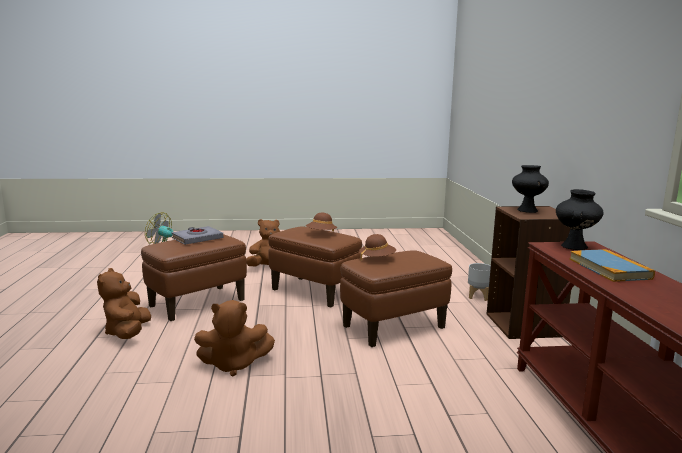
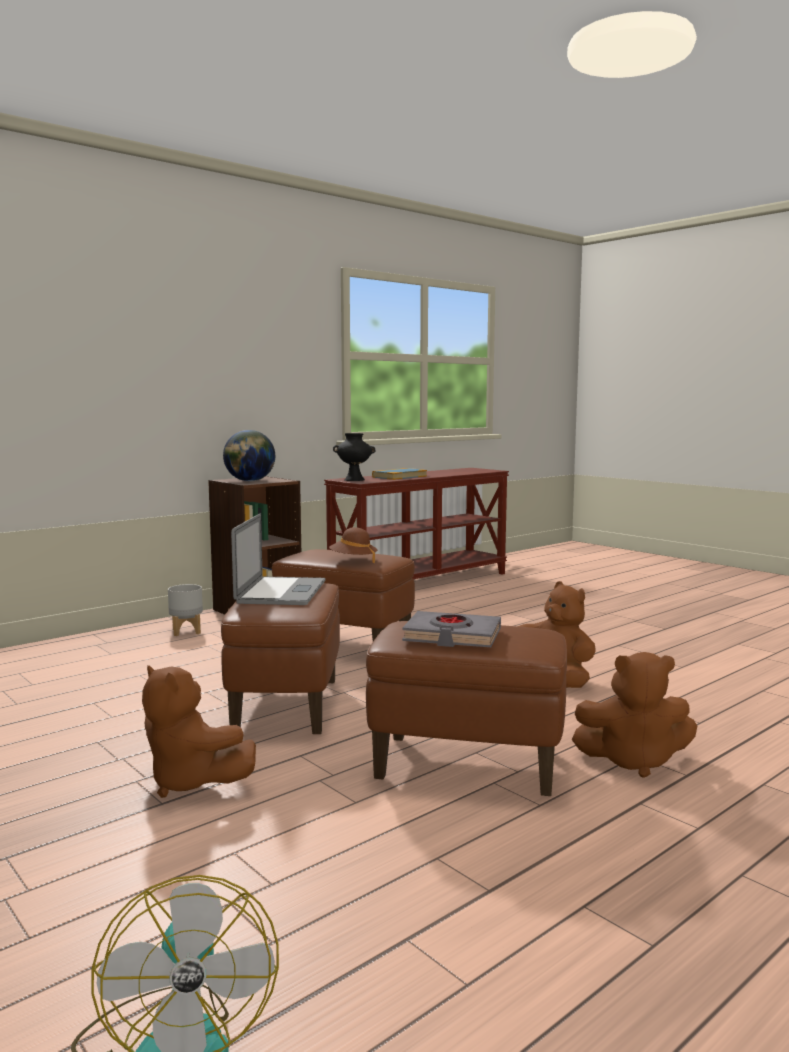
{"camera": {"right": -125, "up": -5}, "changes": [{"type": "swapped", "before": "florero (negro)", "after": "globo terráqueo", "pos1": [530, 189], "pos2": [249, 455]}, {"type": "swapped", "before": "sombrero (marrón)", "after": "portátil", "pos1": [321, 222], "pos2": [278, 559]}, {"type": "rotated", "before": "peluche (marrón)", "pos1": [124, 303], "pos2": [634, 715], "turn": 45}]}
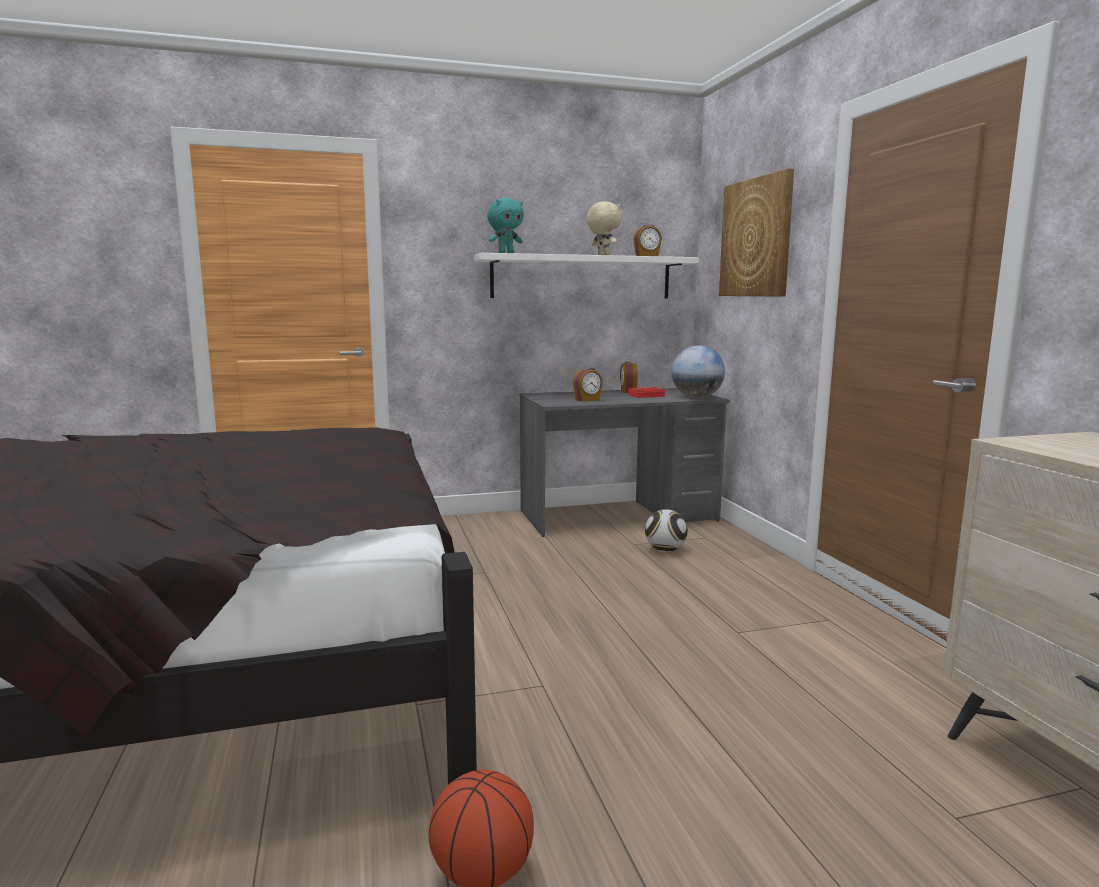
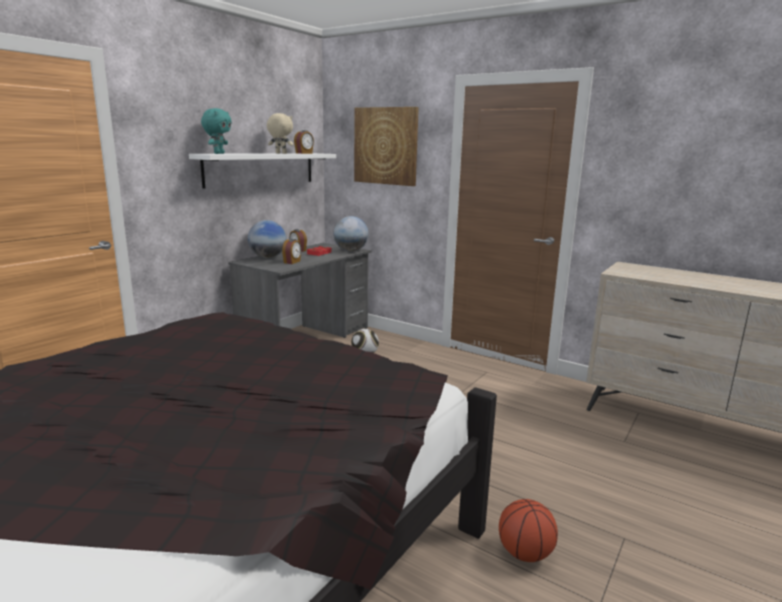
{"camera": {"right": -40, "up": 5}, "changes": [{"type": "new", "after": "globo terráqueo", "pos2": [267, 239]}]}
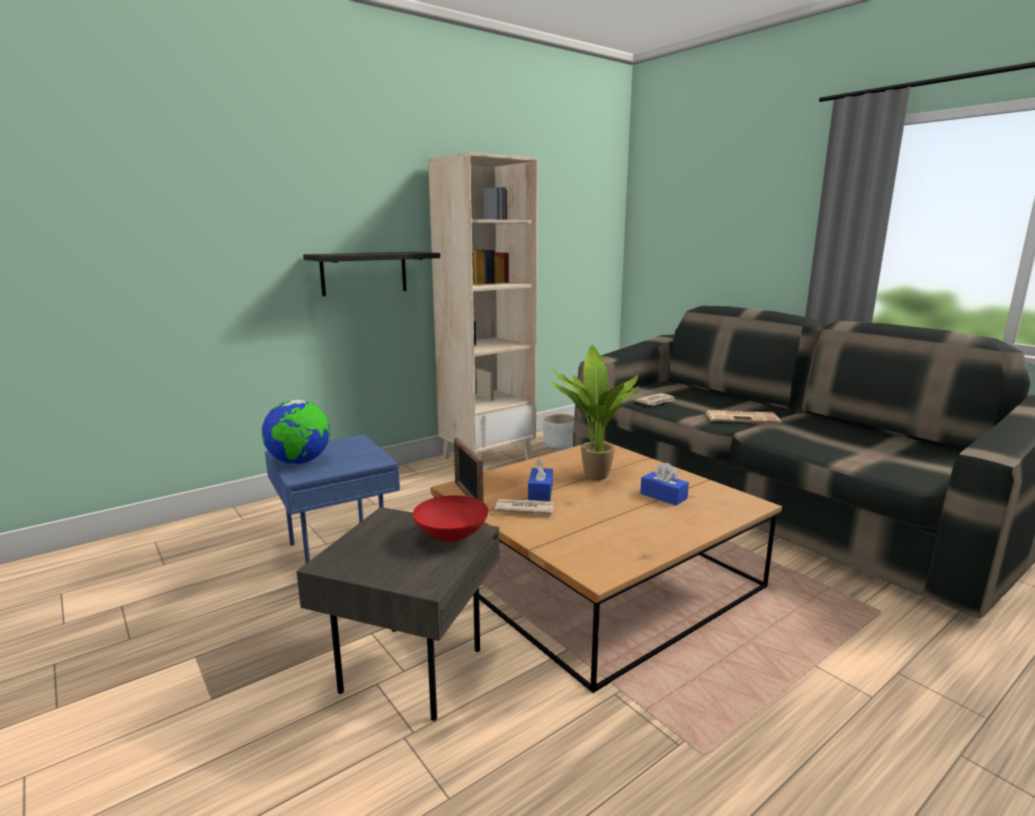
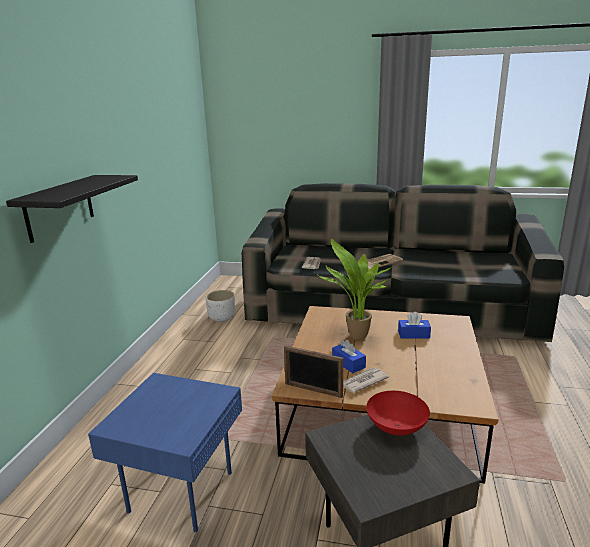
{"camera": {"right": -40, "up": 5}, "changes": [{"type": "gone", "before": "estantería (beis)", "pos1": [483, 306]}, {"type": "gone", "before": "globo terráqueo", "pos1": [296, 432]}]}
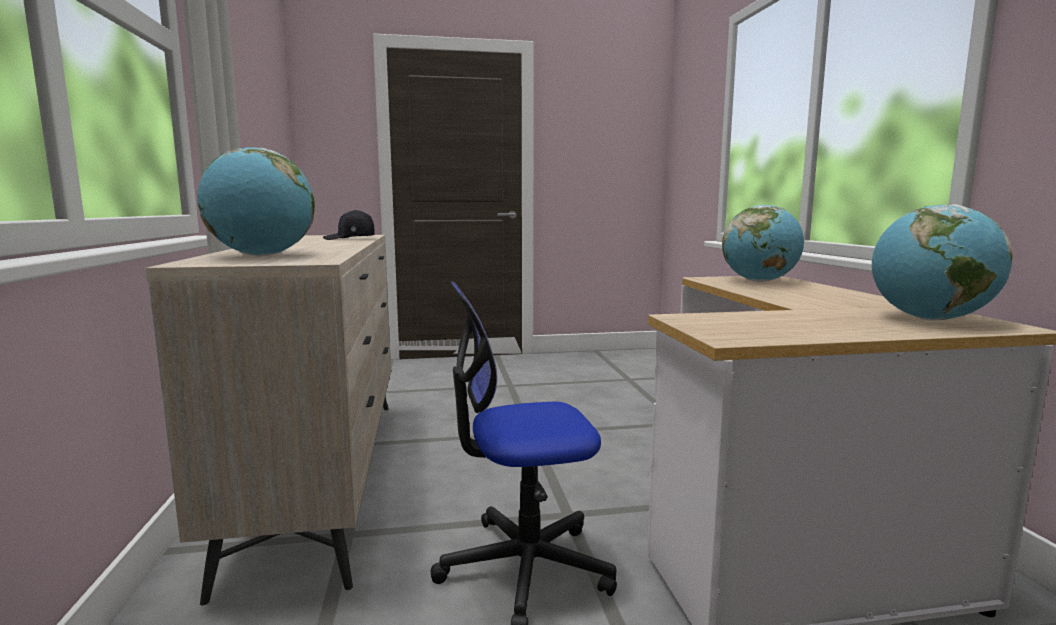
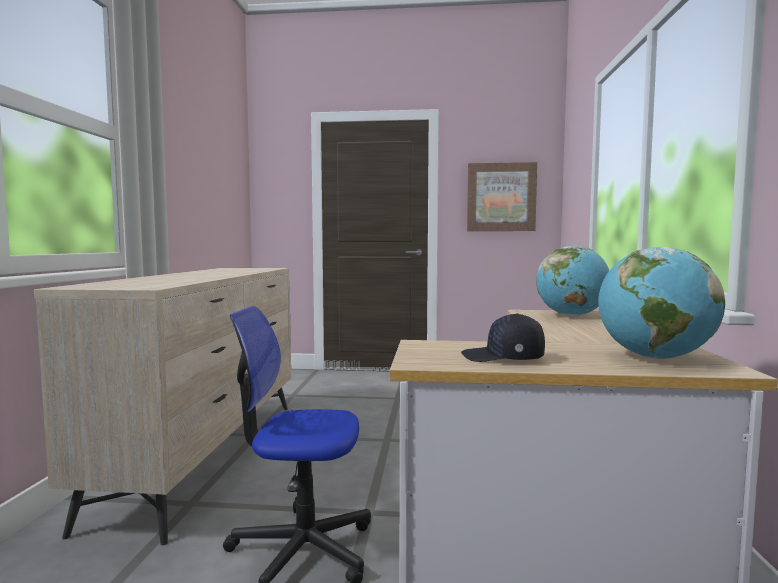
{"camera": {"right": 15, "up": -5}, "changes": [{"type": "gone", "before": "globo terráqueo", "pos1": [256, 201]}, {"type": "shifted", "before": "gorra (negro)", "pos1": [348, 225], "pos2": [503, 337]}, {"type": "new", "after": "cuadro", "pos2": [502, 196]}]}
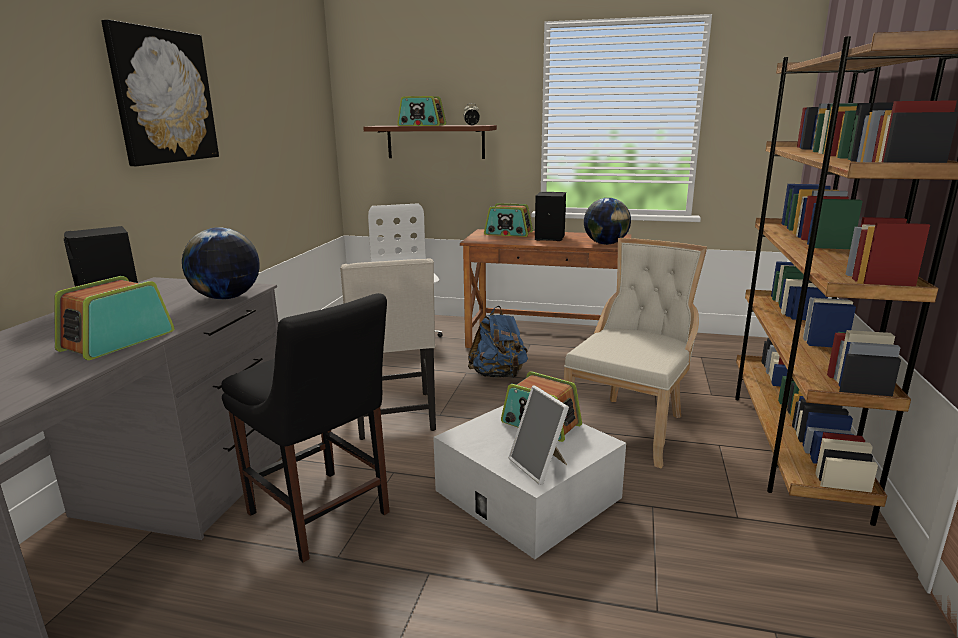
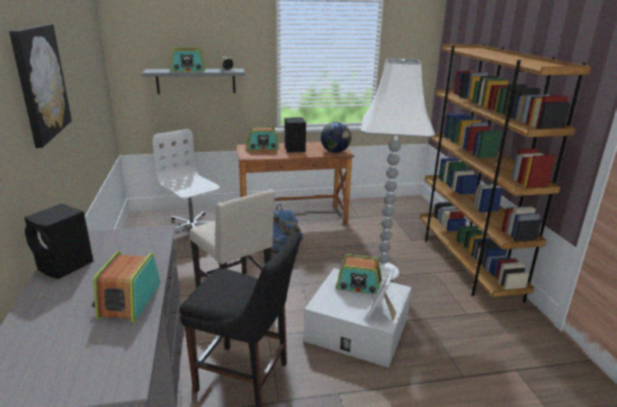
{"camera": {"right": -25, "up": 5}, "changes": [{"type": "repainted", "before": "estante (marrón)", "after": "estante (gris)", "pos1": [430, 142], "pos2": [193, 81]}, {"type": "gone", "before": "globo terráqueo", "pos1": [221, 263]}, {"type": "swapped", "before": "silla (beis)", "after": "lámpara de pie (blanco)", "pos1": [635, 353], "pos2": [398, 169]}, {"type": "rotated", "before": "portarretratos", "pos1": [539, 435], "pos2": [380, 294], "turn": 75}]}
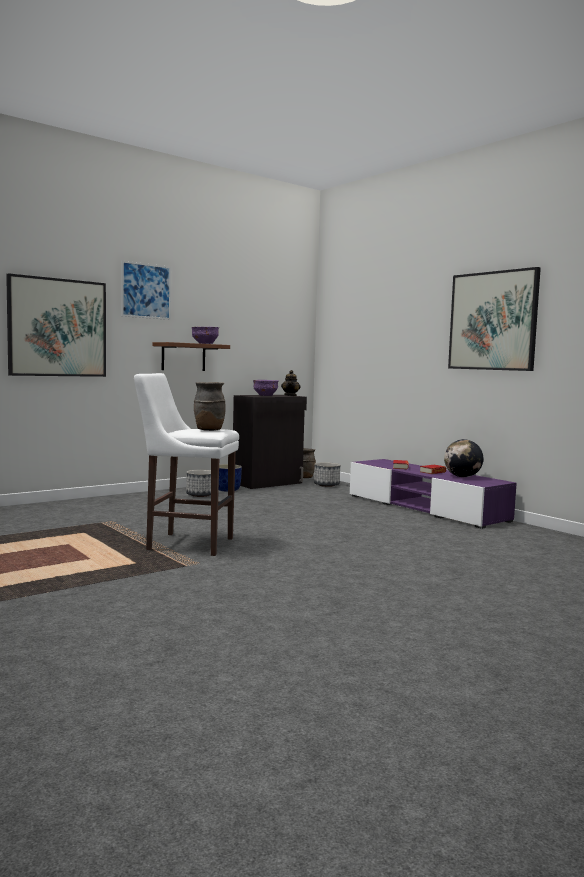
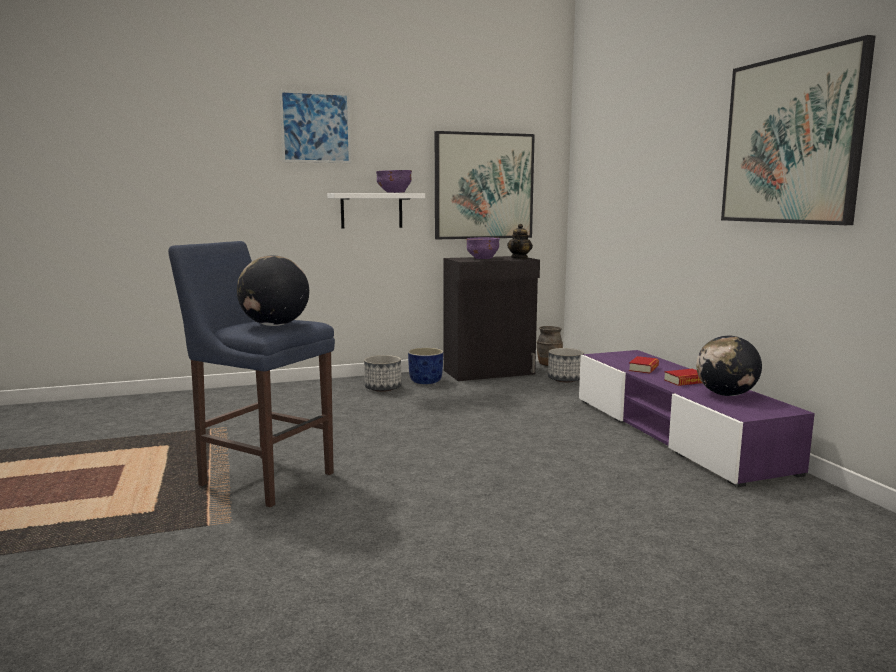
{"camera": {"right": 20, "up": 5}, "changes": [{"type": "shifted", "before": "cuadro", "pos1": [56, 325], "pos2": [485, 185]}, {"type": "repainted", "before": "estante (marrón)", "after": "estante (blanco)", "pos1": [191, 356], "pos2": [376, 211]}, {"type": "repainted", "before": "taburete (blanco)", "after": "taburete (azul)", "pos1": [186, 464], "pos2": [251, 374]}, {"type": "swapped", "before": "florero (marrón)", "after": "globo terráqueo", "pos1": [210, 406], "pos2": [273, 290]}]}
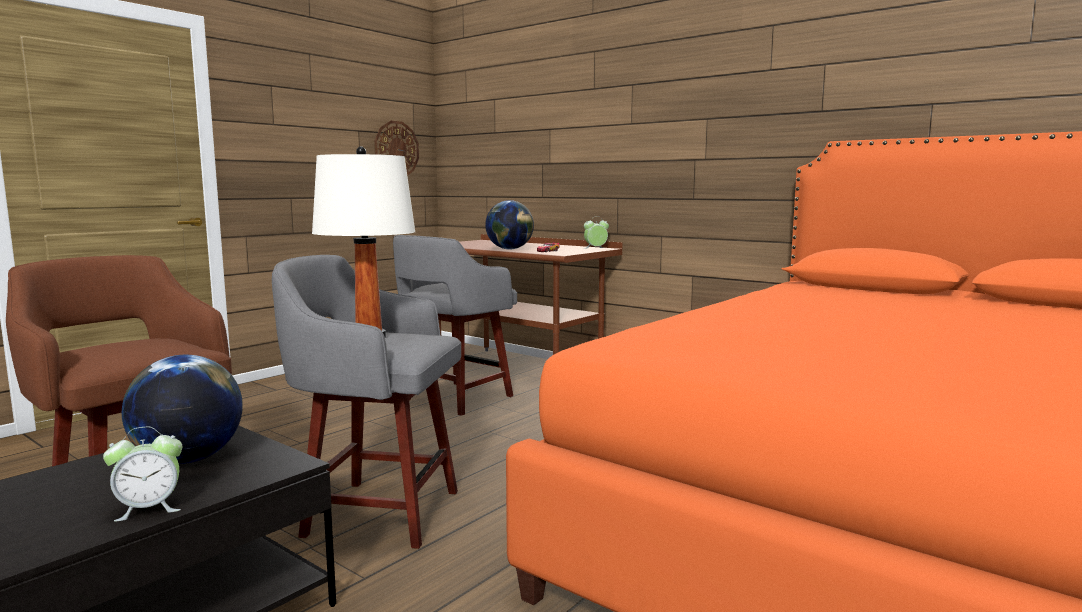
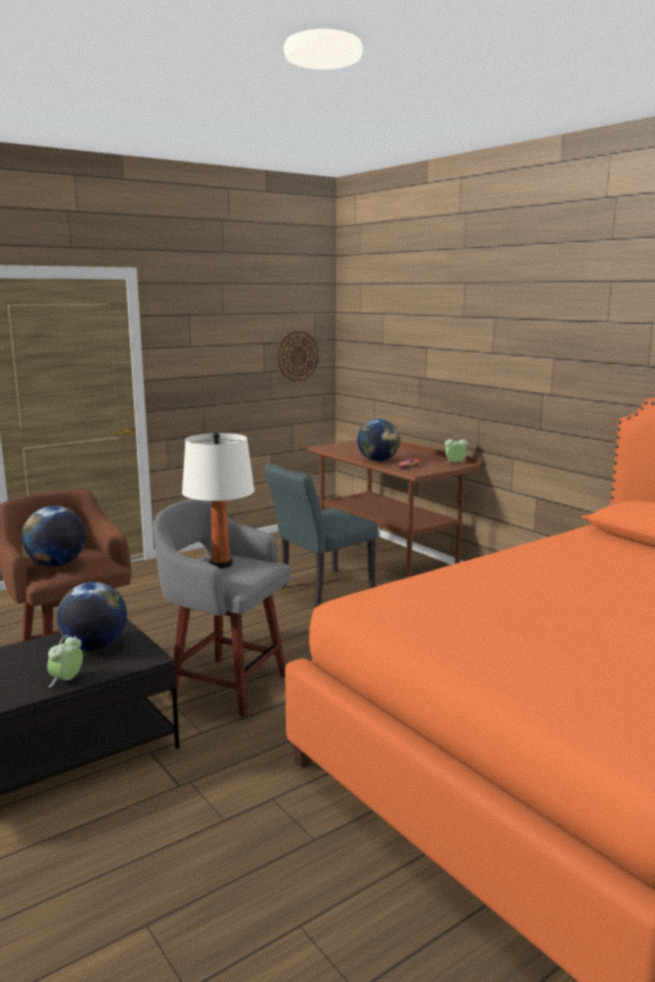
{"camera": {"right": 15, "up": 5}, "changes": [{"type": "swapped", "before": "taburete (gris)", "after": "silla (gris)", "pos1": [455, 325], "pos2": [321, 534]}, {"type": "rotated", "before": "despertador", "pos1": [142, 474], "pos2": [65, 661], "turn": 120}, {"type": "new", "after": "globo terráqueo", "pos2": [54, 536]}]}
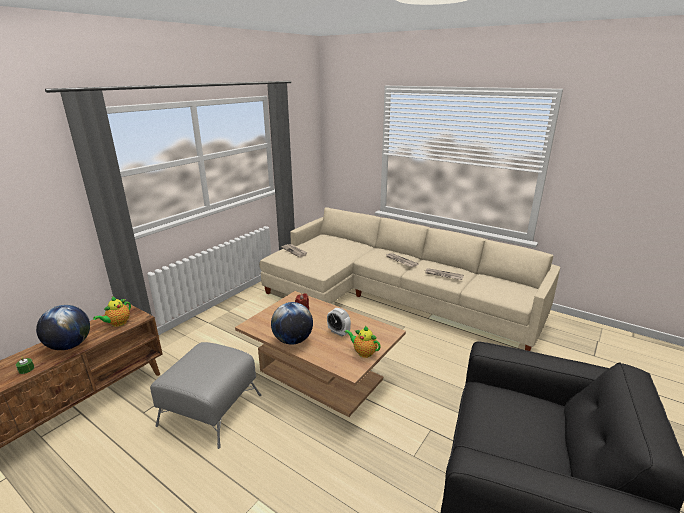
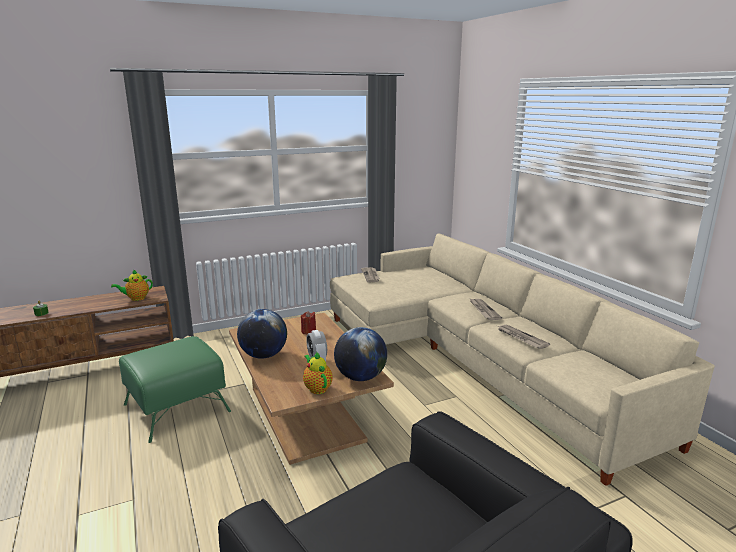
{"camera": {"right": 30, "up": -5}, "changes": [{"type": "shifted", "before": "globo terráqueo", "pos1": [63, 327], "pos2": [360, 354]}, {"type": "repainted", "before": "puf (gris)", "after": "puf (verde)", "pos1": [205, 395], "pos2": [175, 389]}]}
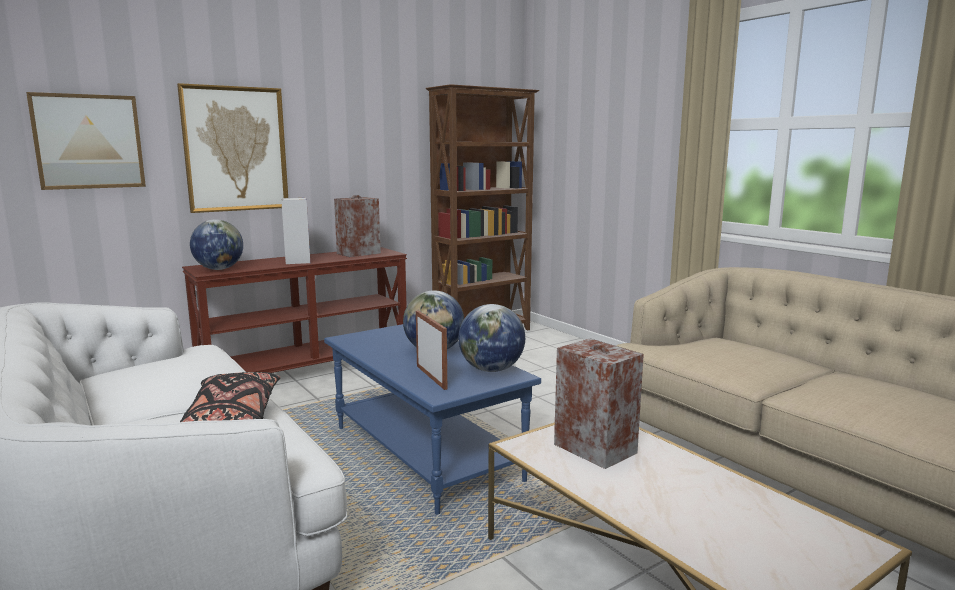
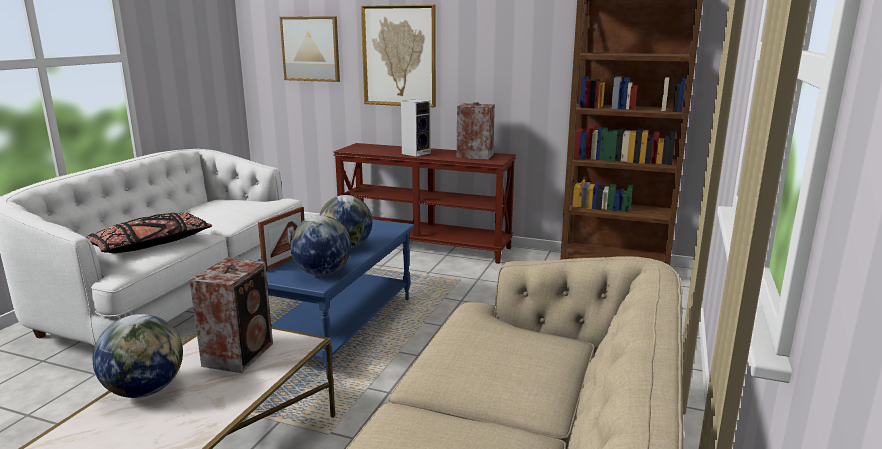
{"camera": {"right": 55, "up": 5}, "changes": [{"type": "shifted", "before": "globo terráqueo", "pos1": [216, 244], "pos2": [138, 356]}]}
